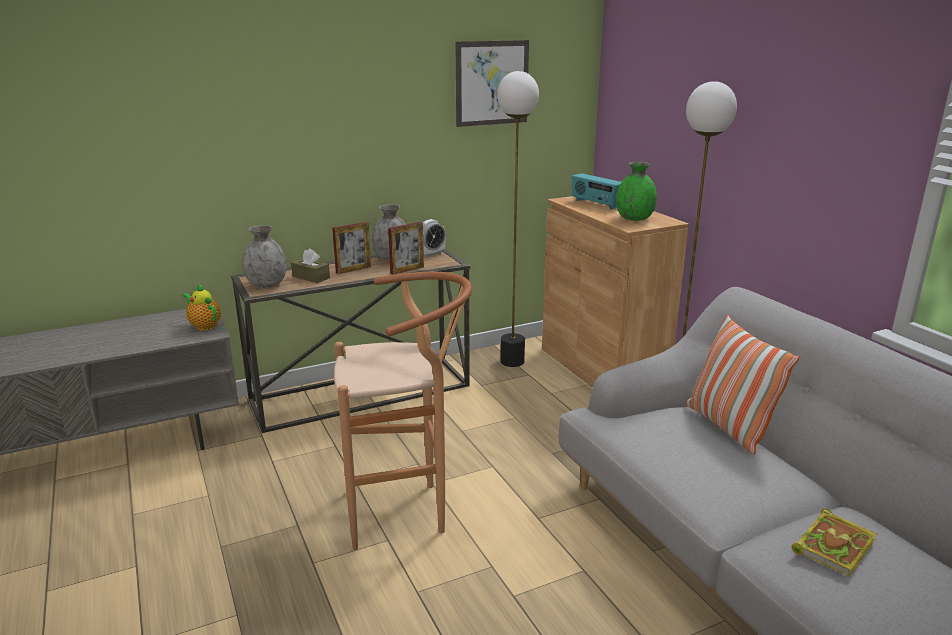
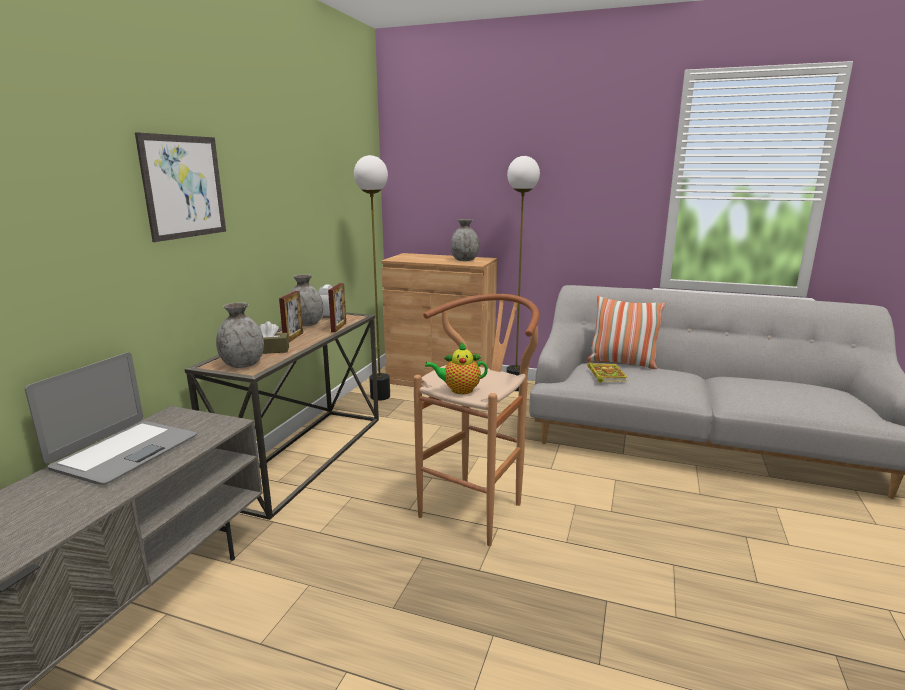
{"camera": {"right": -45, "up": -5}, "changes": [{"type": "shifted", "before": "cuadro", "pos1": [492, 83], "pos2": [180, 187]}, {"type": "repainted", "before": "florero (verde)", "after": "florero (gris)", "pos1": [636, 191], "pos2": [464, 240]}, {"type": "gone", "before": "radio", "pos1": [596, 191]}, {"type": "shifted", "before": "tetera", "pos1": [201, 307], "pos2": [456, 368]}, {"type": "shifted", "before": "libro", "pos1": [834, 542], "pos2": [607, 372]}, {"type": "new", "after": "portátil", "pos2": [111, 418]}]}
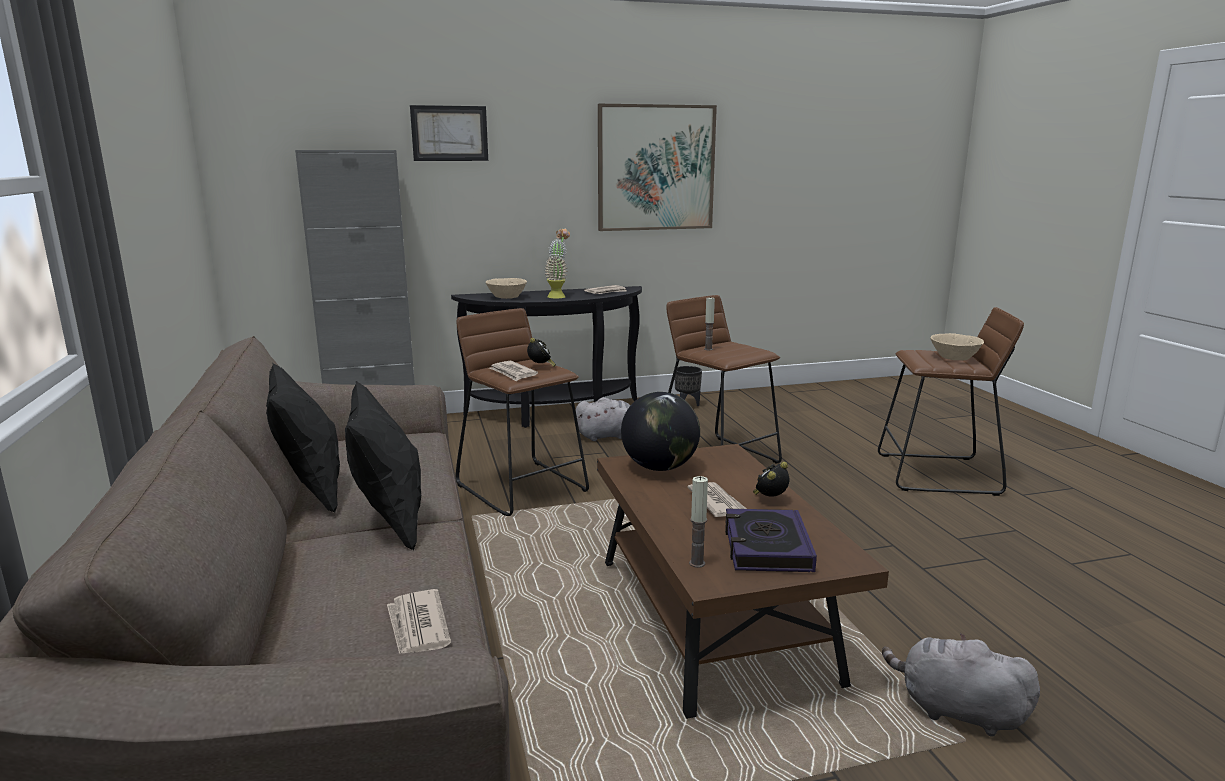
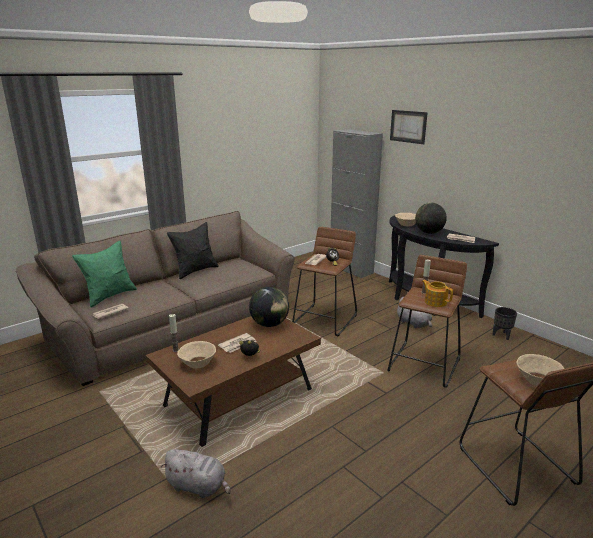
{"camera": {"right": 65, "up": 5}, "changes": [{"type": "gone", "before": "cuadro", "pos1": [657, 167]}, {"type": "swapped", "before": "planta en maceta", "after": "globo terráqueo", "pos1": [557, 264], "pos2": [431, 218]}, {"type": "gone", "before": "cojín (negro)", "pos1": [383, 466]}, {"type": "swapped", "before": "libro", "after": "cuenco (beis)", "pos1": [771, 540], "pos2": [196, 354]}, {"type": "rotated", "before": "peluche (gris)", "pos1": [961, 685], "pos2": [196, 473], "turn": 105}, {"type": "new", "after": "cojín (verde)", "pos2": [104, 274]}, {"type": "new", "after": "tetera", "pos2": [437, 293]}]}
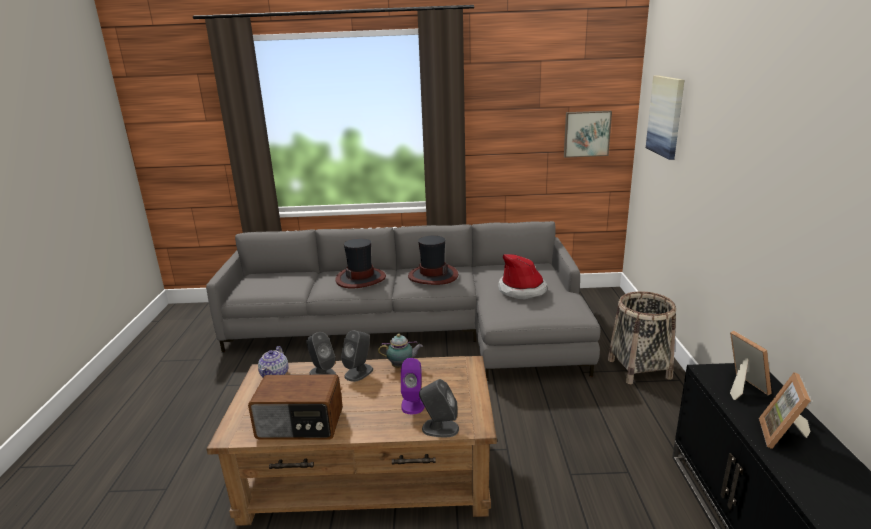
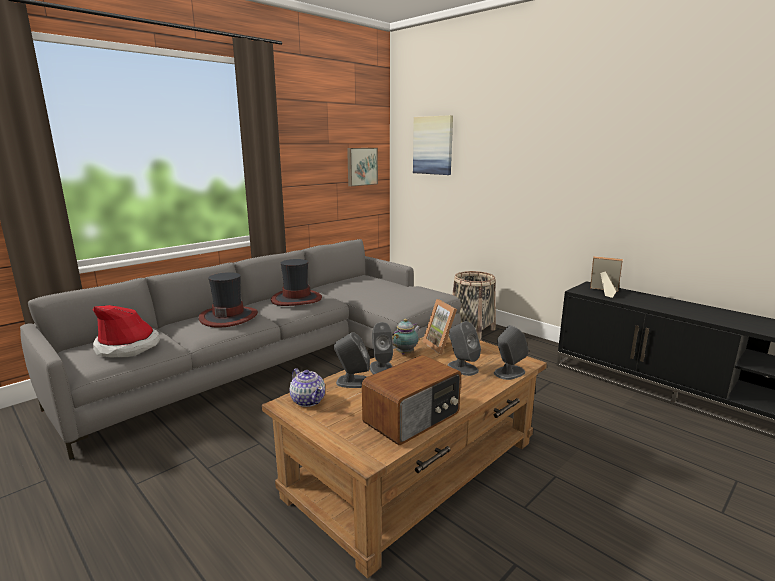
{"camera": {"right": -45, "up": -5}, "changes": [{"type": "shifted", "before": "sombrero", "pos1": [522, 276], "pos2": [126, 331]}, {"type": "repainted", "before": "altavoz (morado)", "after": "altavoz (gris)", "pos1": [413, 386], "pos2": [464, 348]}, {"type": "shifted", "before": "portarretratos", "pos1": [785, 410], "pos2": [439, 326]}]}
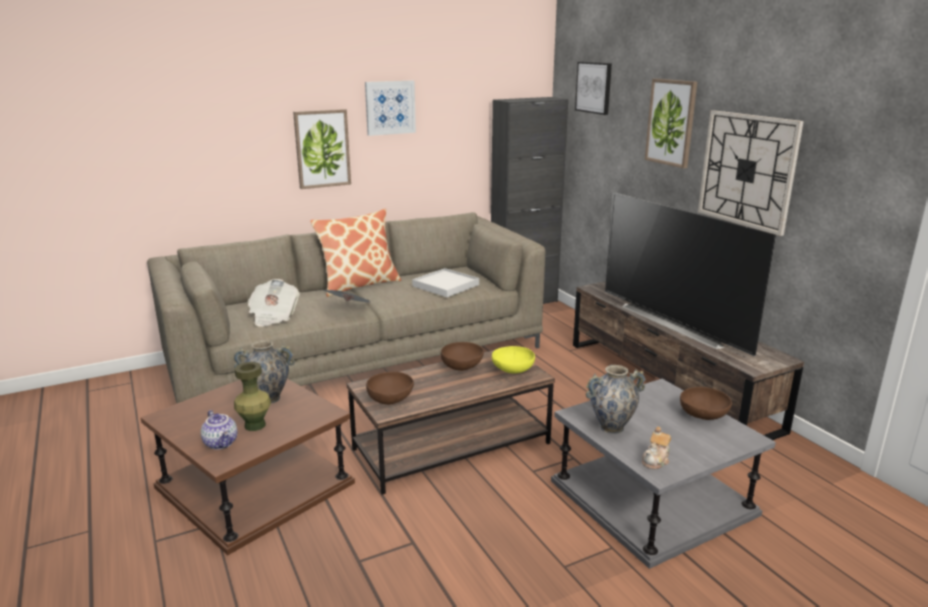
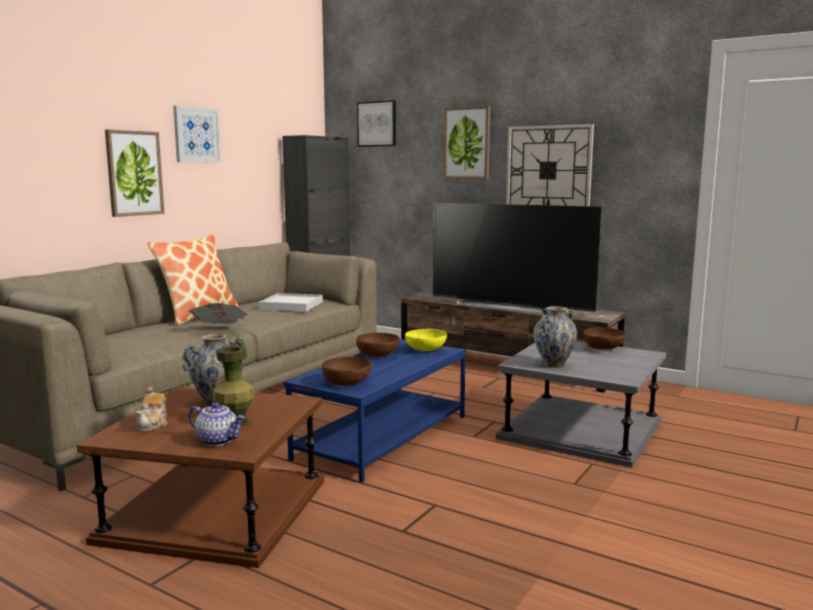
{"camera": {"right": -30, "up": -10}, "changes": [{"type": "gone", "before": "periódico", "pos1": [273, 303]}, {"type": "repainted", "before": "mesa de centro (marrón)", "after": "mesa de centro (azul)", "pos1": [450, 422], "pos2": [375, 411]}, {"type": "shifted", "before": "tetera", "pos1": [656, 447], "pos2": [152, 409]}]}
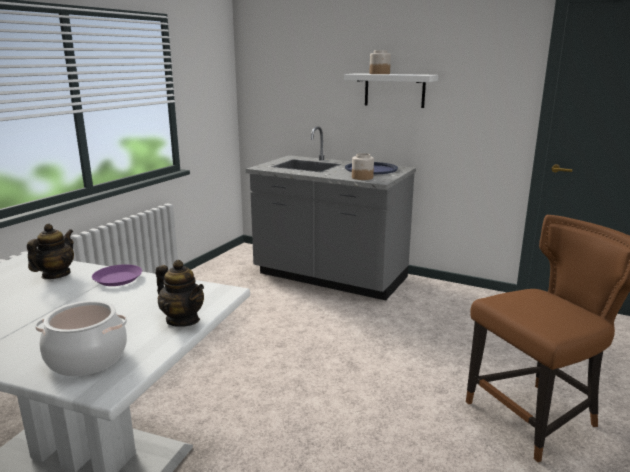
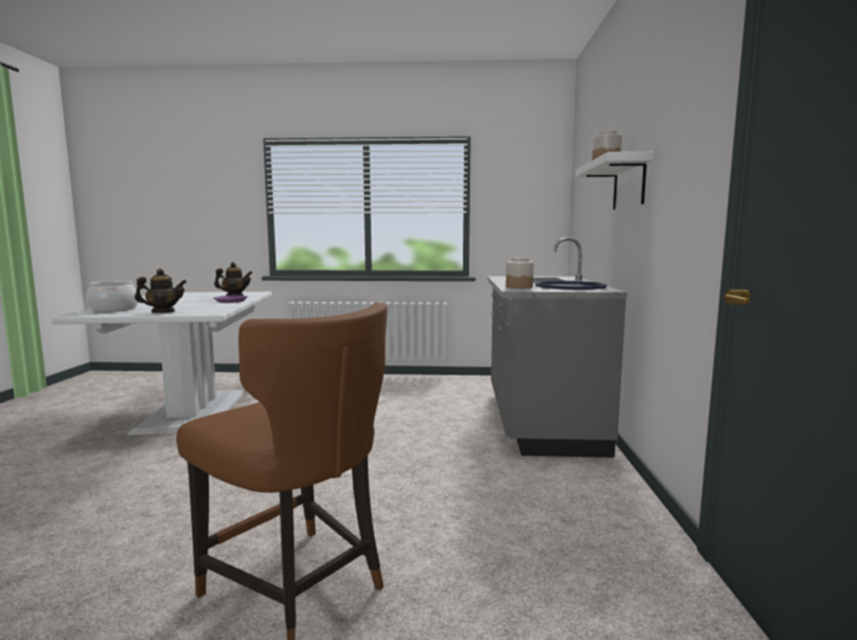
{"camera": {"right": 65, "up": -10}, "changes": [{"type": "rotated", "before": "tetera", "pos1": [180, 293], "pos2": [161, 291], "turn": -120}]}
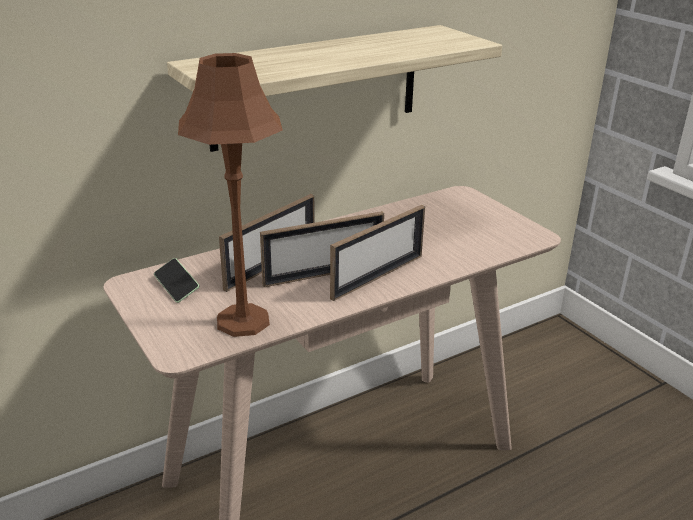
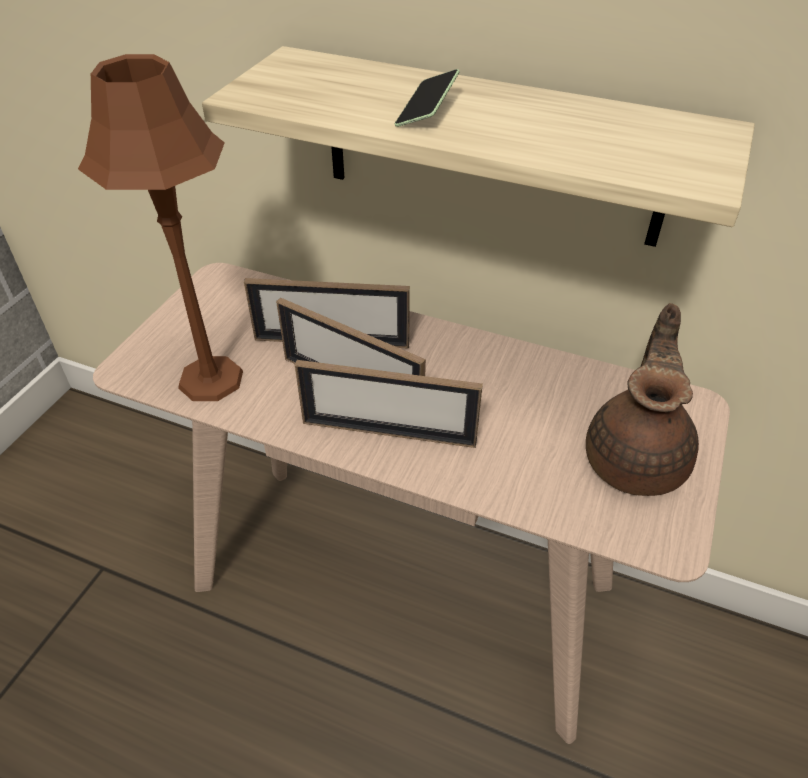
{"camera": {"right": 55, "up": 15}, "changes": [{"type": "shifted", "before": "móvil", "pos1": [176, 280], "pos2": [427, 98]}, {"type": "new", "after": "tetera (marrón)", "pos2": [642, 399]}]}
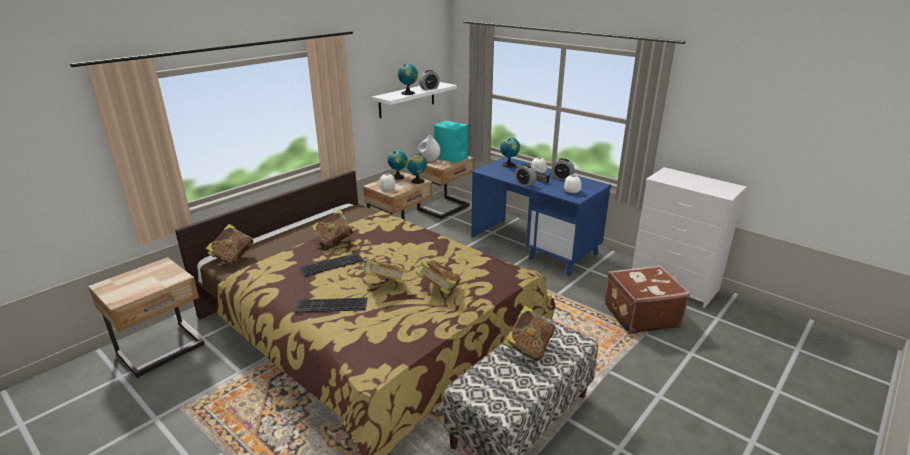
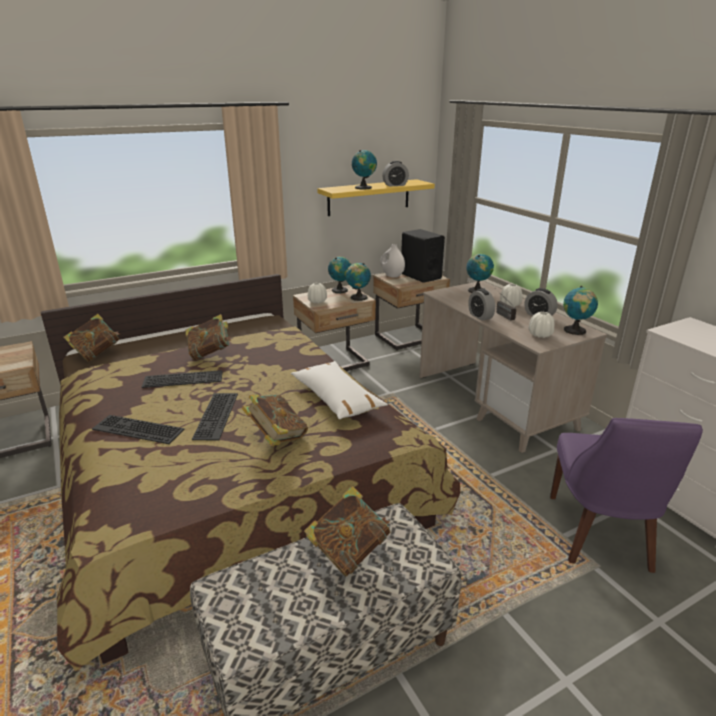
{"camera": {"right": 20, "up": 0}, "changes": [{"type": "repainted", "before": "estante (blanco)", "after": "estante (amarillo)", "pos1": [414, 100], "pos2": [376, 197]}, {"type": "repainted", "before": "altavoz (turquesa)", "after": "altavoz (negro)", "pos1": [451, 142], "pos2": [423, 256]}, {"type": "repainted", "before": "escritorio (azul)", "after": "escritorio (beis)", "pos1": [541, 216], "pos2": [513, 367]}, {"type": "swapped", "before": "libro", "after": "teclado", "pos1": [384, 271], "pos2": [215, 416]}, {"type": "swapped", "before": "maleta (marrón)", "after": "silla (morado)", "pos1": [647, 299], "pos2": [626, 495]}, {"type": "new", "after": "globo terráqueo", "pos2": [580, 310]}, {"type": "new", "after": "cojín (blanco)", "pos2": [339, 390]}]}
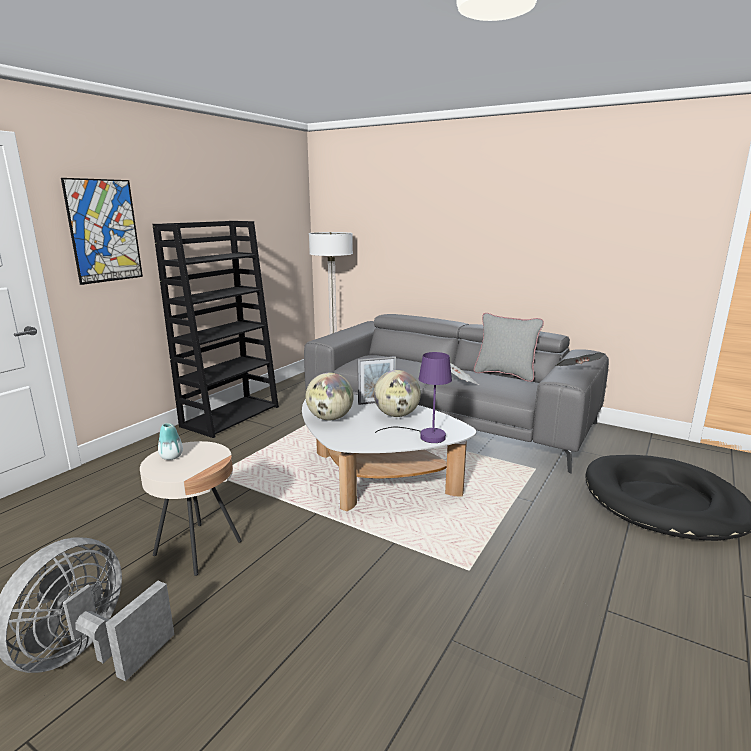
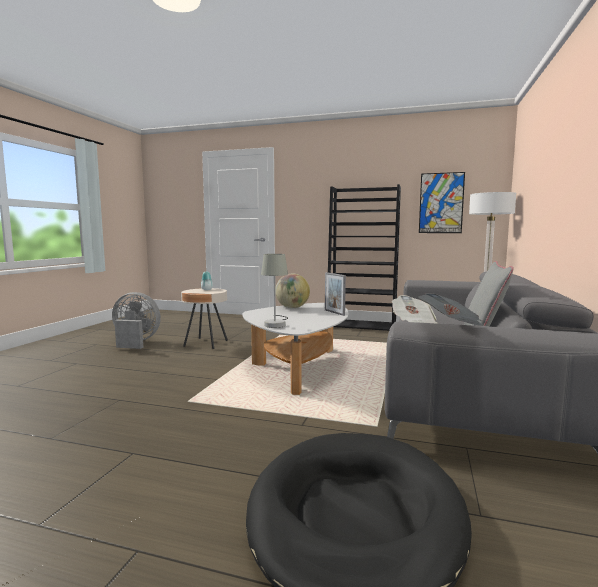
{"camera": {"right": 75, "up": -10}, "changes": [{"type": "shifted", "before": "cuadro", "pos1": [102, 231], "pos2": [442, 202]}, {"type": "repainted", "before": "lámpara de mesa (morado)", "after": "lámpara de mesa (gris)", "pos1": [413, 397], "pos2": [274, 291]}, {"type": "gone", "before": "globo terráqueo", "pos1": [397, 393]}]}
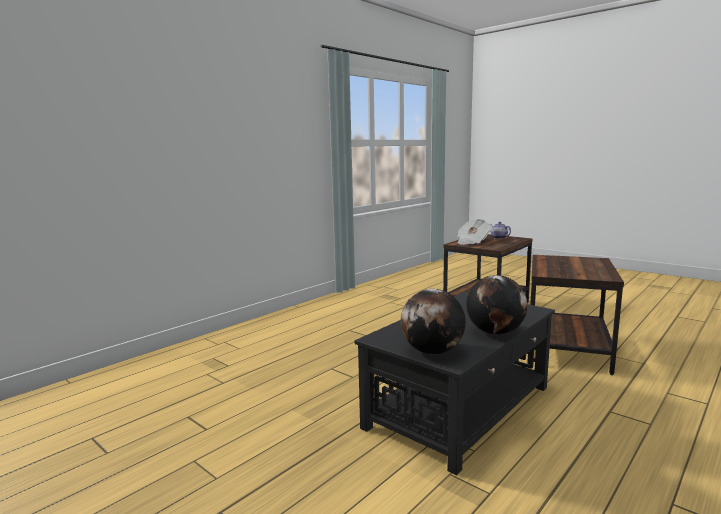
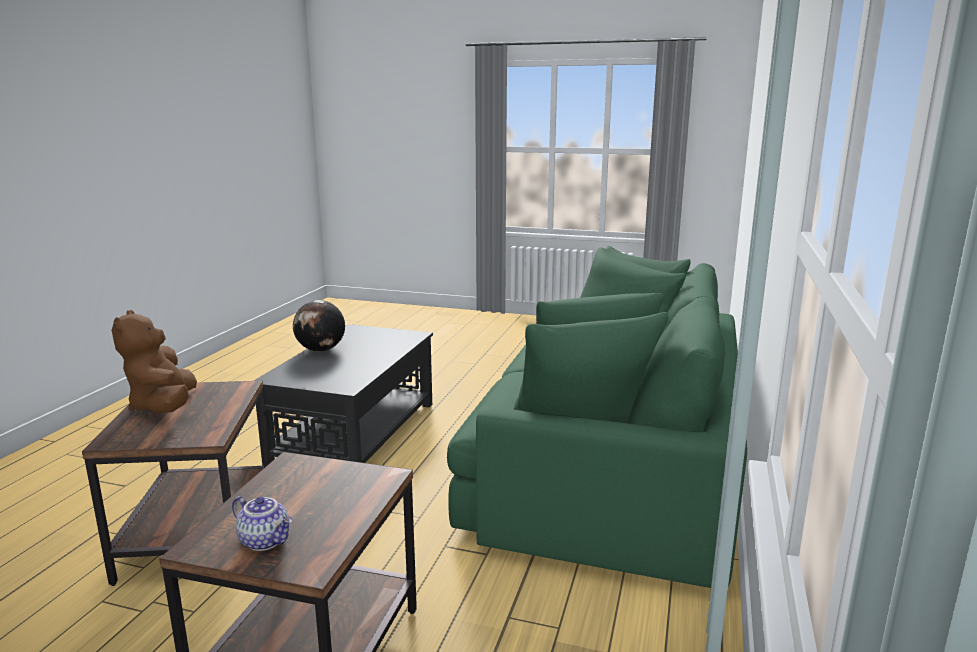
{"camera": {"right": 155, "up": 5}, "changes": [{"type": "gone", "before": "periódico", "pos1": [475, 232]}, {"type": "gone", "before": "globo terráqueo", "pos1": [433, 321]}, {"type": "new", "after": "sofá (verde)", "pos2": [597, 417]}, {"type": "new", "after": "peluche (marrón)", "pos2": [154, 361]}]}
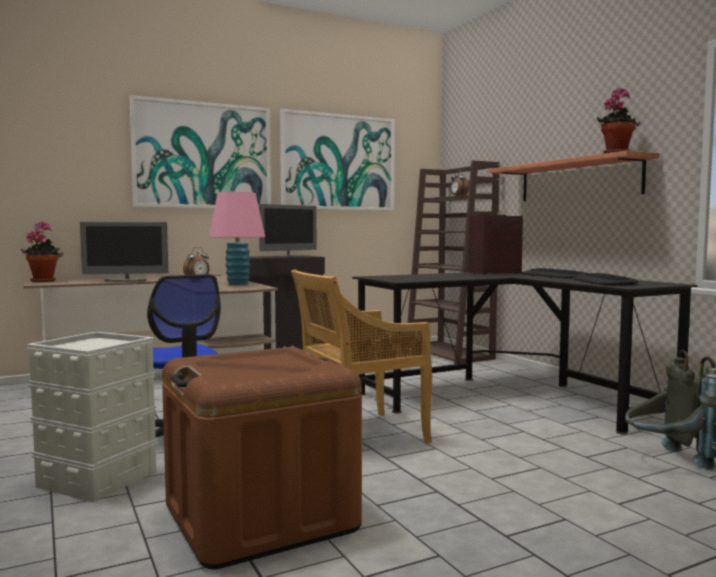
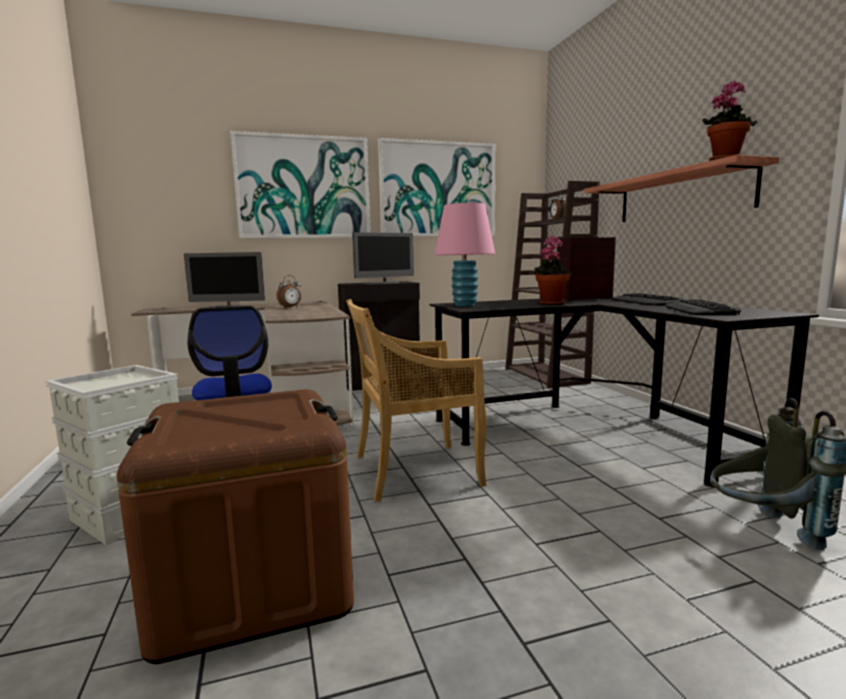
{"camera": {"right": 10, "up": 5}, "changes": [{"type": "shifted", "before": "lámpara de mesa (rosa)", "pos1": [237, 238], "pos2": [465, 254]}, {"type": "shifted", "before": "planta en maceta", "pos1": [41, 251], "pos2": [553, 270]}]}
